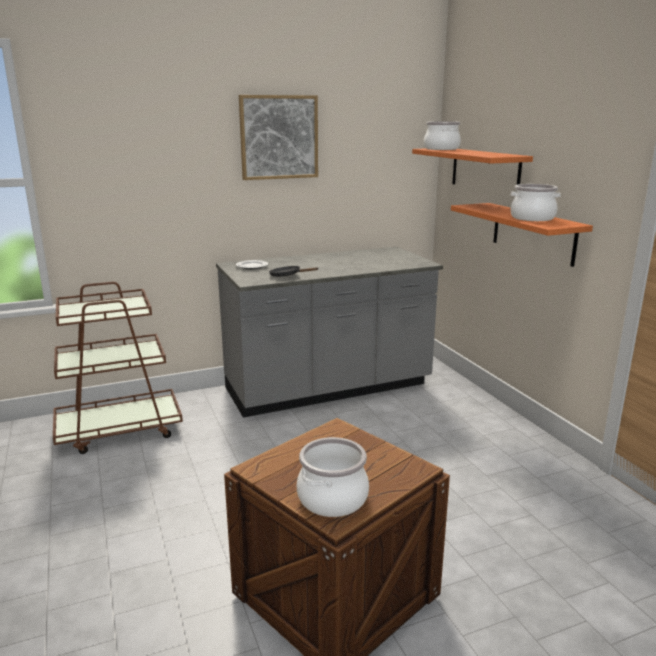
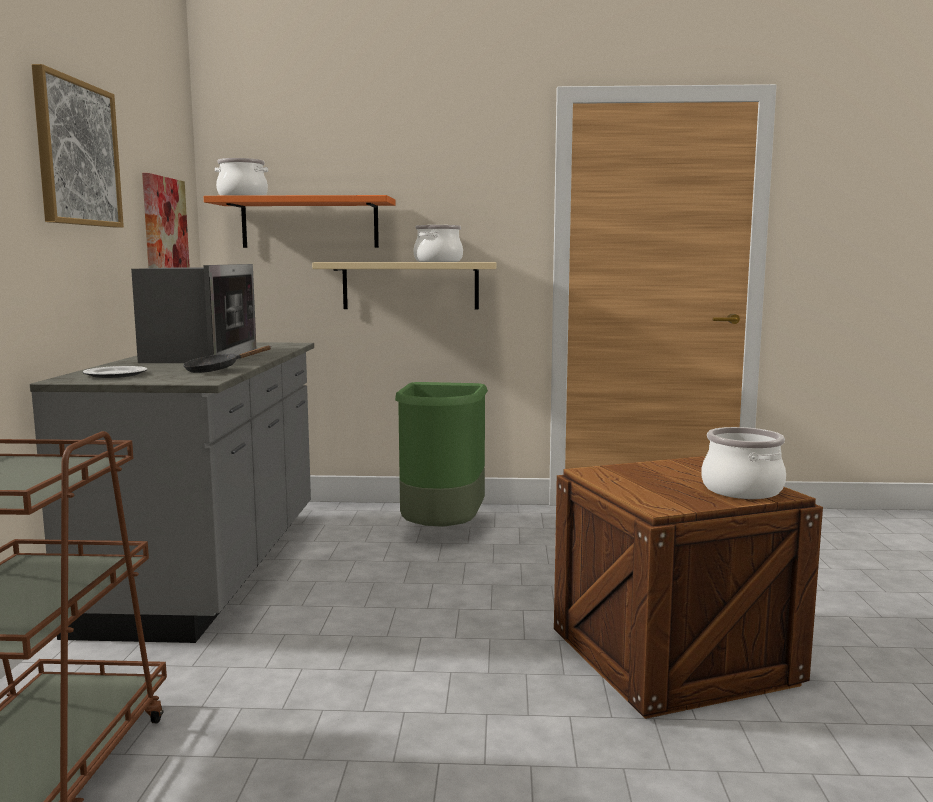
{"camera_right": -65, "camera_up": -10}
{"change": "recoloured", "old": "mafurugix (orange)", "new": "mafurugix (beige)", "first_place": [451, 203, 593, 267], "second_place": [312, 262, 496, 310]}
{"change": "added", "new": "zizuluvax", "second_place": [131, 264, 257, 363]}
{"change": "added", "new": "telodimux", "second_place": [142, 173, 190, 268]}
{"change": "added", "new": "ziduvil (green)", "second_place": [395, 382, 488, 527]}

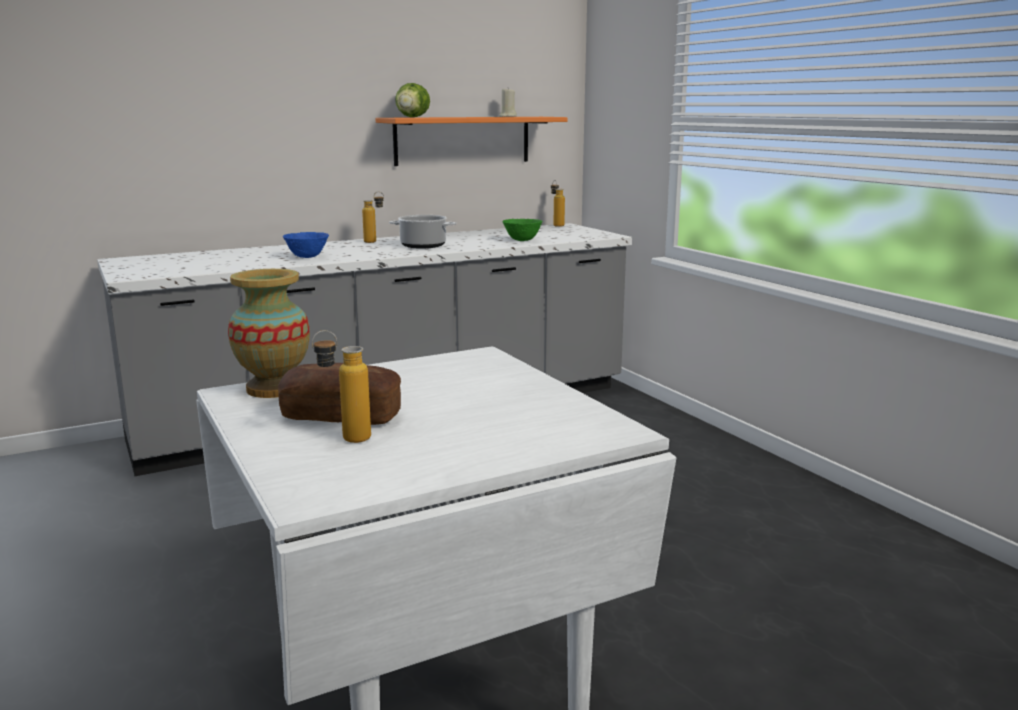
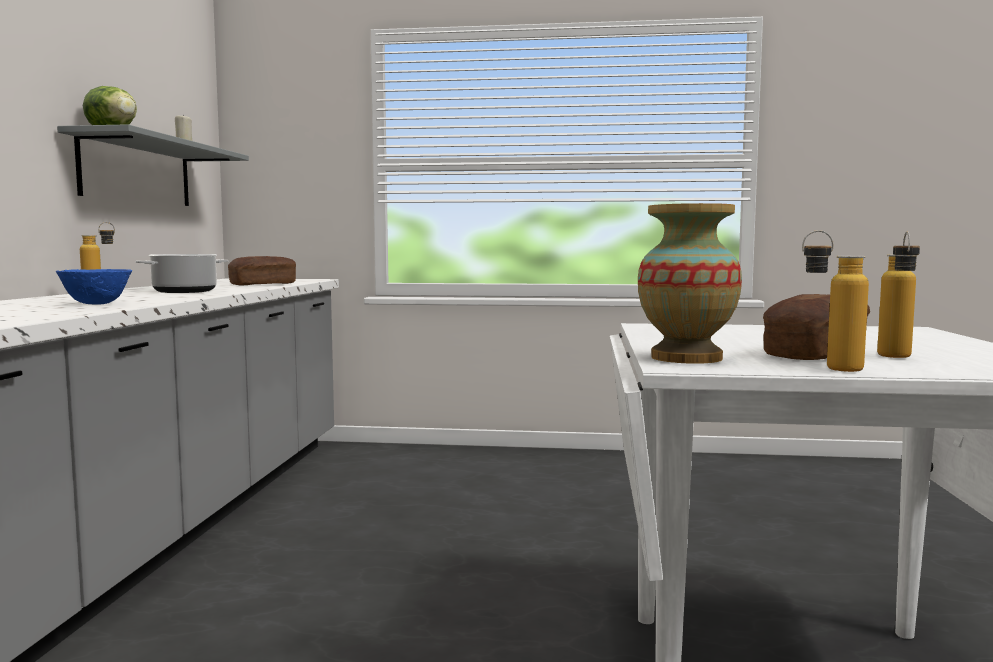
{"camera_right": -55, "camera_up": -10}
{"change": "recoloured", "old": "mafurugix (orange)", "new": "mafurugix (grey)", "first_place": [376, 117, 568, 166], "second_place": [57, 124, 249, 206]}
{"change": "replaced", "old": "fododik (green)", "new": "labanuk", "first_place": [502, 219, 542, 241], "second_place": [228, 256, 296, 286]}
{"change": "moved", "old": "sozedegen", "first_place": [551, 180, 565, 227], "second_place": [802, 230, 869, 372]}

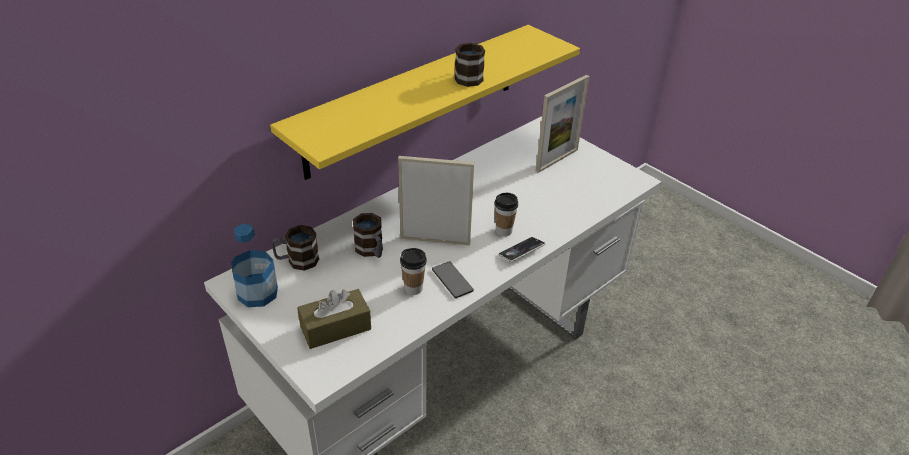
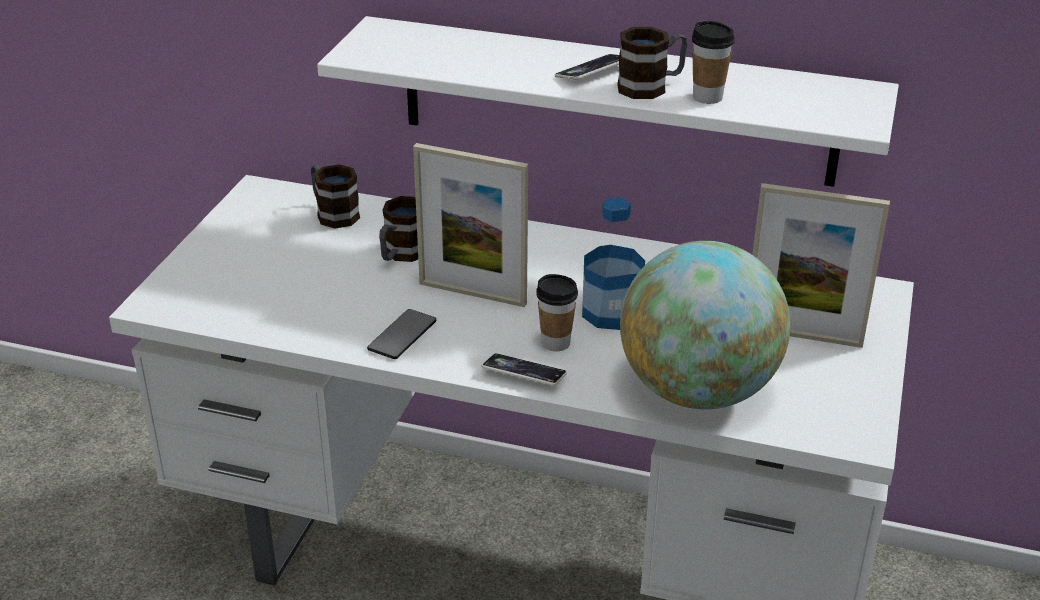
{"camera_right": 60, "camera_up": -5}
{"change": "moved", "old": "sozedegen", "first_place": [231, 224, 278, 307], "second_place": [582, 197, 645, 330]}
{"change": "recoloured", "old": "mafurugix (yellow)", "new": "mafurugix (white)", "first_place": [270, 25, 580, 180], "second_place": [317, 16, 899, 187]}
{"change": "removed", "old": "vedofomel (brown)", "first_place": [297, 289, 371, 349]}
{"change": "turned", "old": "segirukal", "first_place": [398, 156, 474, 245], "second_place": [413, 143, 528, 307], "degrees": 135}
{"change": "moved", "old": "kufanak", "first_place": [400, 248, 427, 295], "second_place": [692, 21, 735, 104]}
{"change": "added", "new": "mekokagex", "second_place": [555, 54, 619, 80]}
{"change": "added", "new": "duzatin", "second_place": [620, 241, 790, 409]}

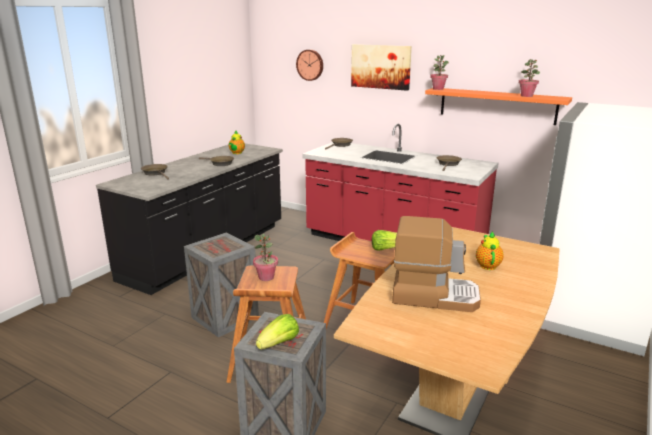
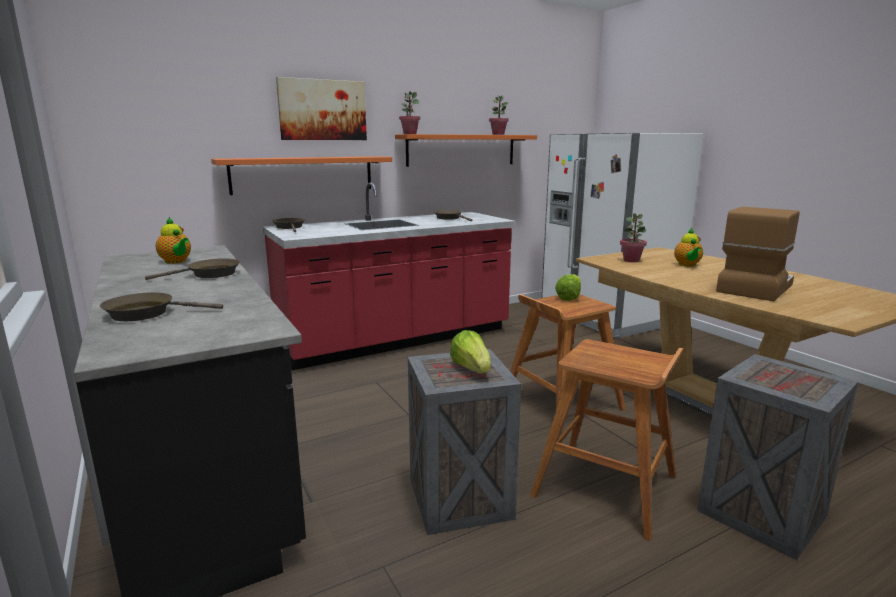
{"camera_right": -60, "camera_up": -5}
{"change": "moved", "old": "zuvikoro", "first_place": [253, 234, 278, 281], "second_place": [620, 213, 647, 262]}
{"change": "moved", "old": "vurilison", "first_place": [256, 314, 299, 350], "second_place": [450, 330, 491, 373]}
{"change": "removed", "old": "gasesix", "first_place": [296, 49, 323, 81]}
{"change": "turned", "old": "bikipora", "first_place": [476, 231, 504, 270], "second_place": [674, 228, 703, 267], "degrees": -120}
{"change": "added", "new": "mafurugix (orange)", "second_place": [211, 156, 392, 195]}

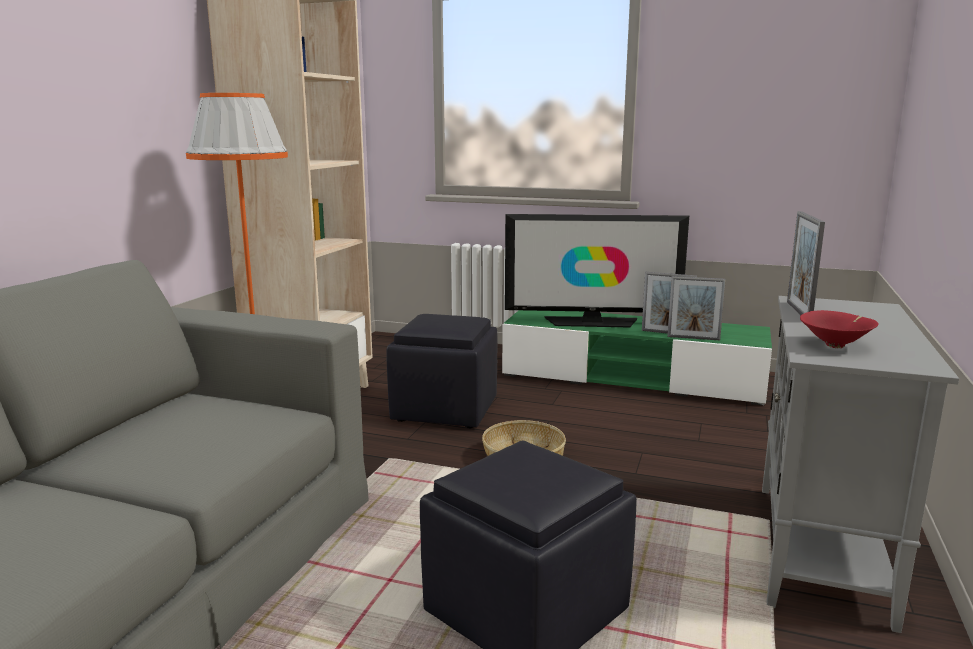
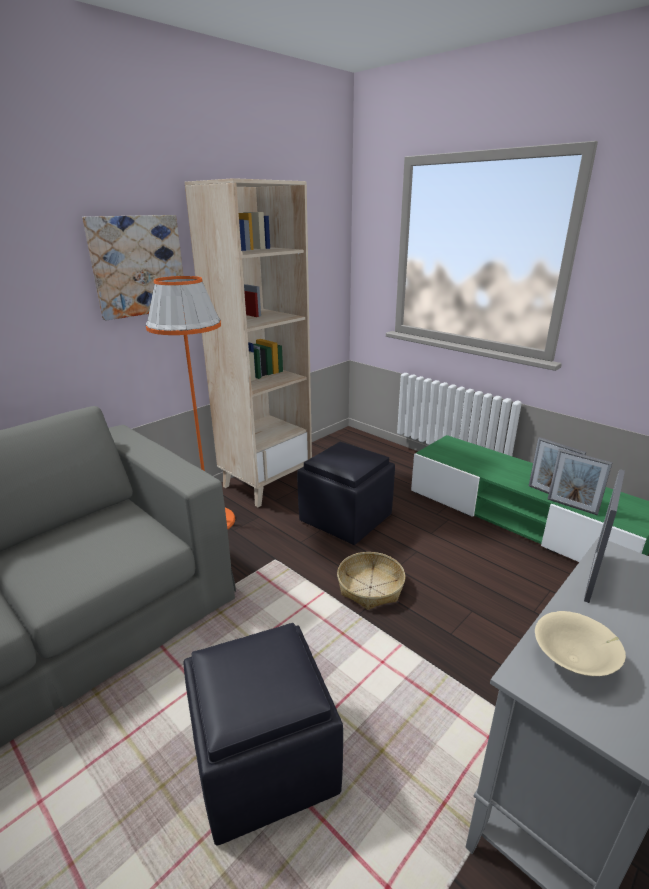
{"camera_right": 25, "camera_up": 10}
{"change": "removed", "old": "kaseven", "first_place": [505, 214, 689, 327]}
{"change": "recoloured", "old": "fododik (red)", "new": "fododik (beige)", "first_place": [800, 310, 879, 348], "second_place": [535, 611, 626, 676]}
{"change": "added", "new": "telodimux", "second_place": [82, 215, 184, 320]}

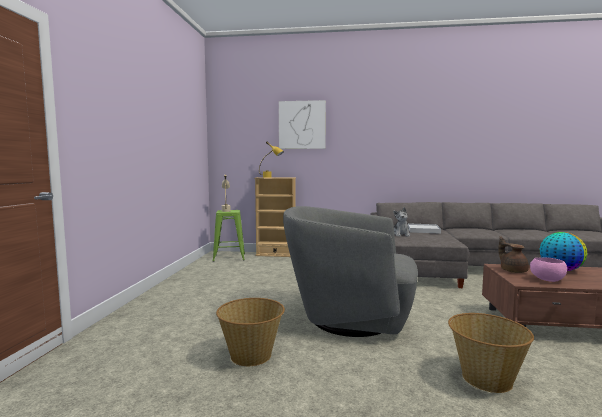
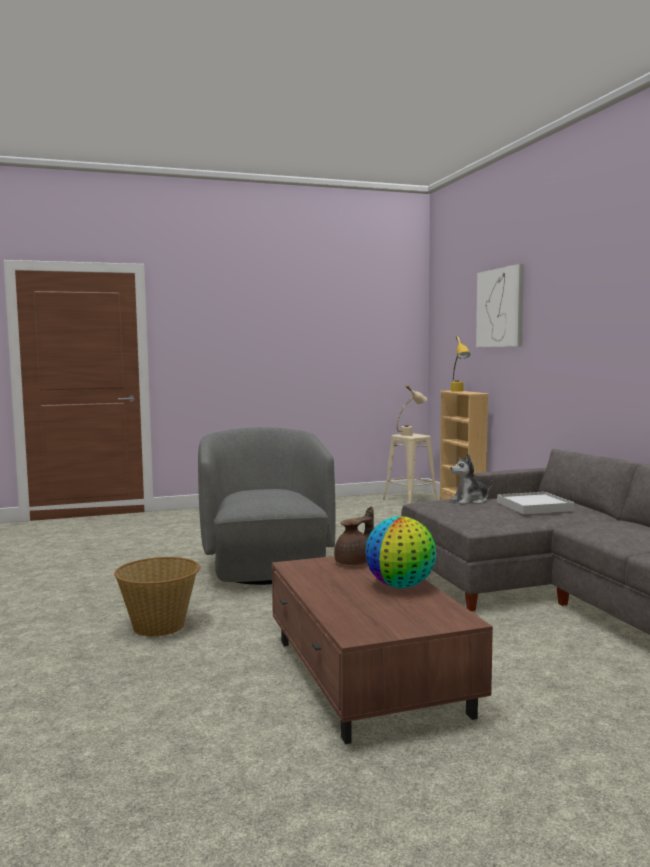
{"camera_right": 65, "camera_up": 0}
{"change": "recoloured", "old": "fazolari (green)", "new": "fazolari (beige)", "first_place": [213, 210, 245, 262], "second_place": [383, 433, 438, 504]}
{"change": "removed", "old": "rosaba", "first_place": [216, 298, 285, 366]}
{"change": "removed", "old": "fododik (pink)", "first_place": [530, 258, 567, 282]}

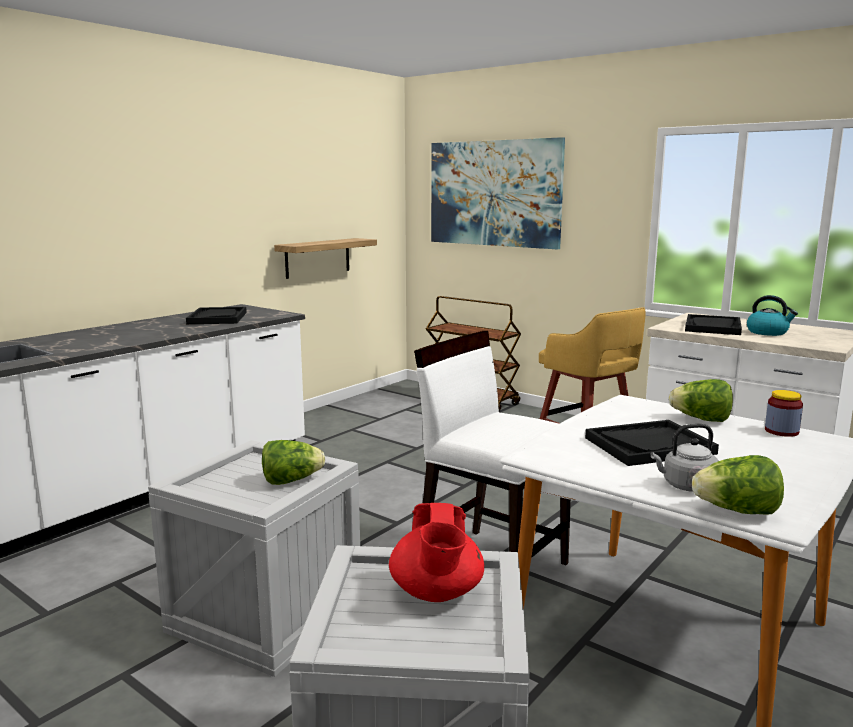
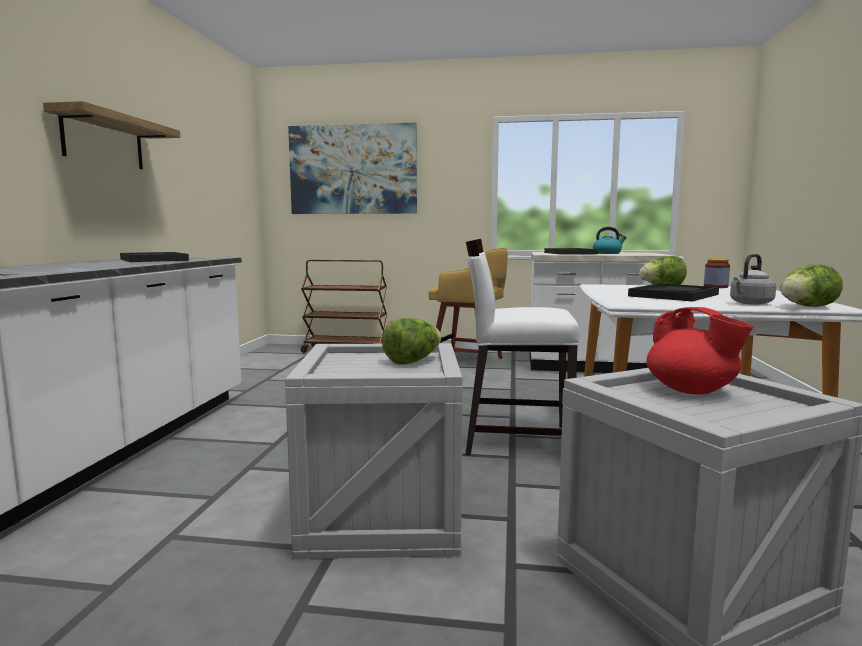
{"camera_right": -30, "camera_up": -5}
{"change": "moved", "old": "mafurugix", "first_place": [274, 238, 377, 279], "second_place": [43, 101, 181, 169]}

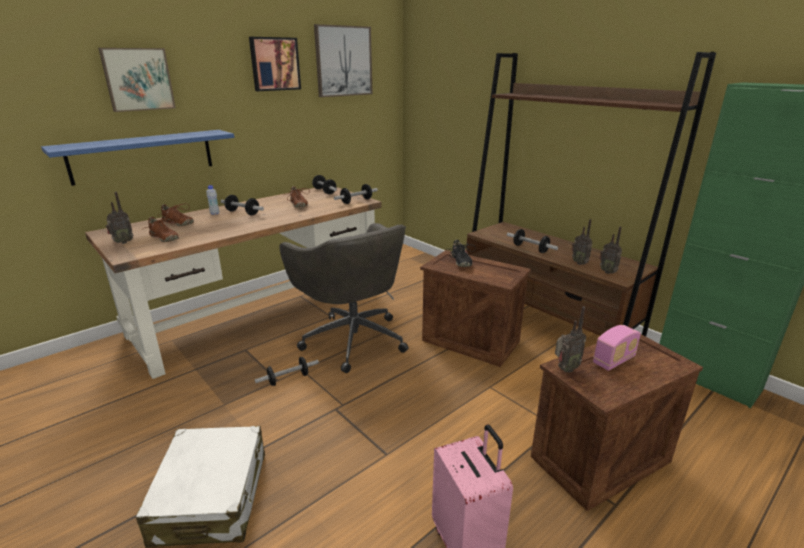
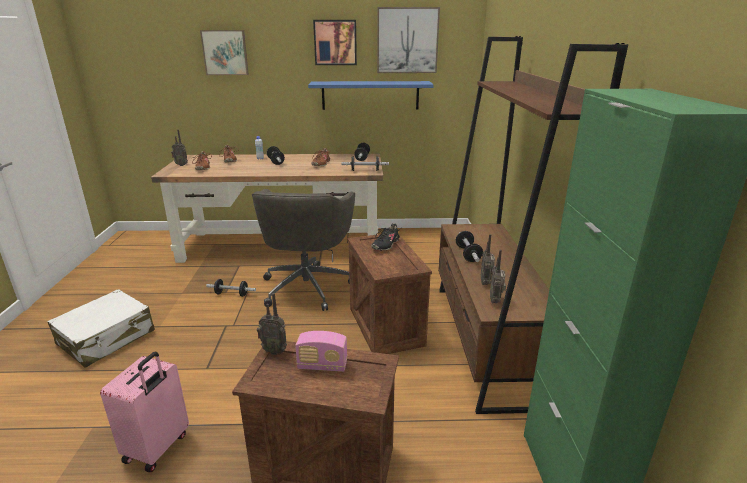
{"camera_right": 40, "camera_up": 0}
{"change": "moved", "old": "mafurugix (blue)", "first_place": [41, 130, 234, 186], "second_place": [308, 81, 434, 110]}

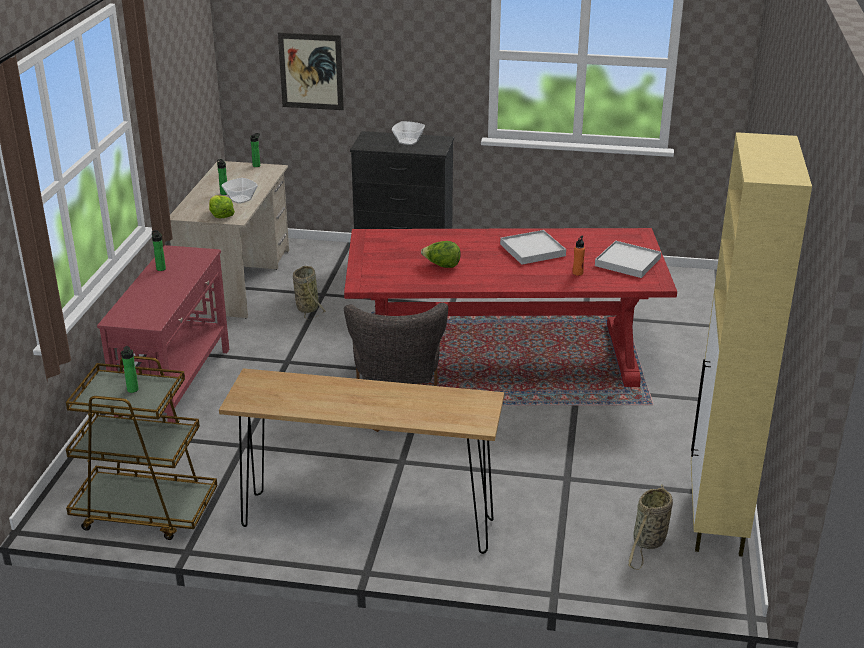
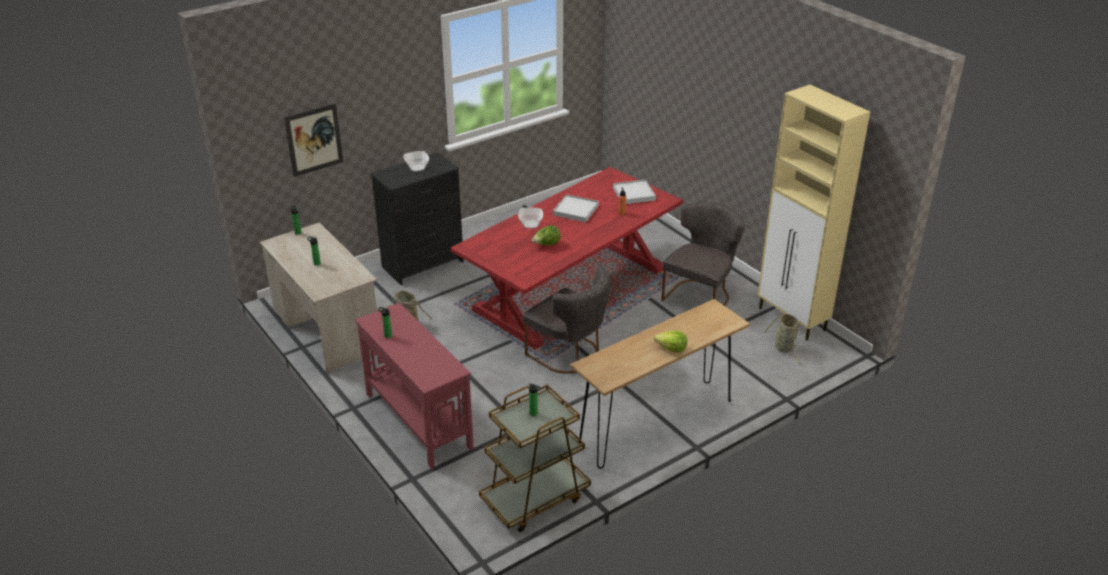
{"camera_right": -45, "camera_up": 5}
{"change": "moved", "old": "vurilison", "first_place": [209, 195, 235, 219], "second_place": [654, 331, 687, 353]}
{"change": "moved", "old": "fododik", "first_place": [222, 178, 258, 204], "second_place": [518, 207, 543, 229]}
{"change": "added", "new": "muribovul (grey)", "second_place": [662, 201, 745, 306]}

